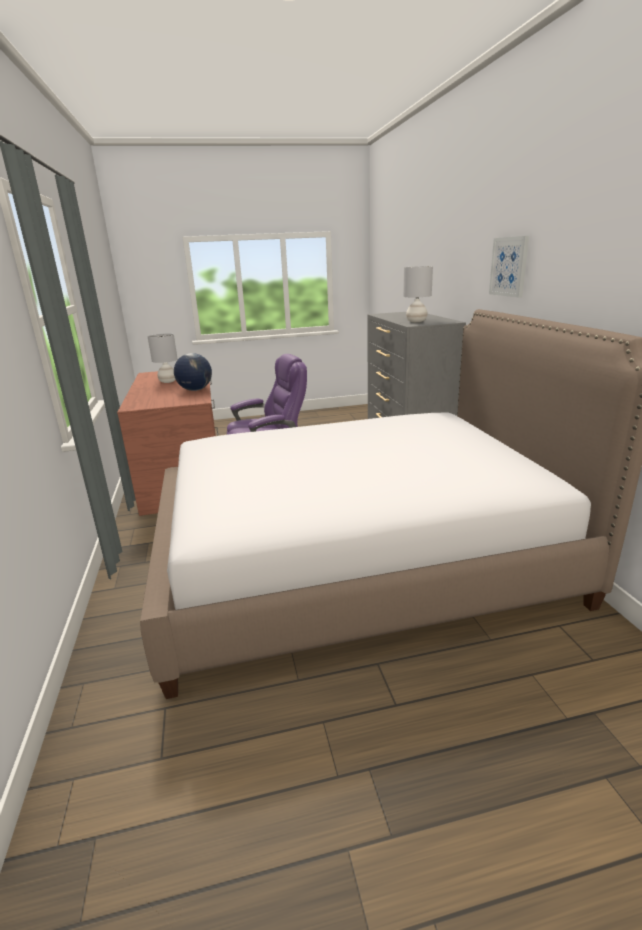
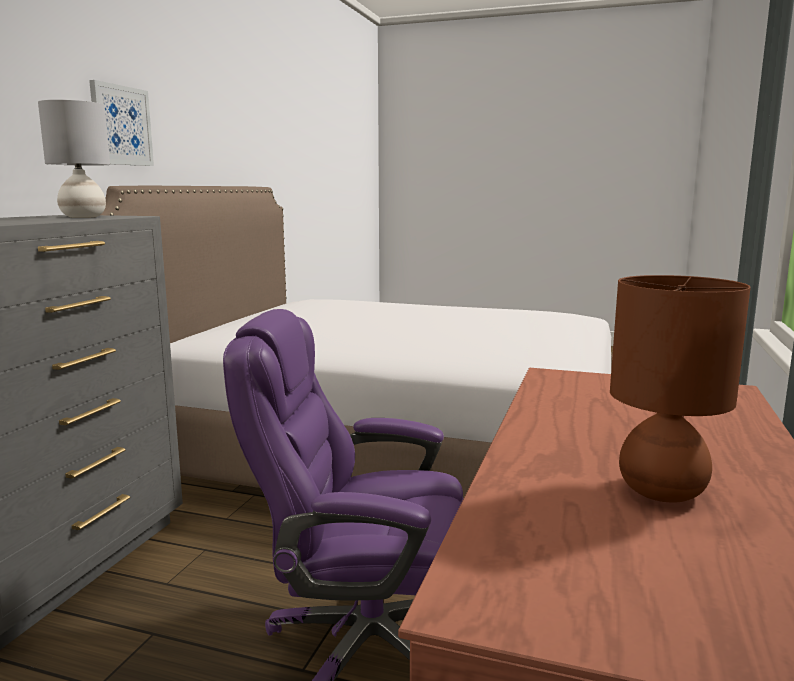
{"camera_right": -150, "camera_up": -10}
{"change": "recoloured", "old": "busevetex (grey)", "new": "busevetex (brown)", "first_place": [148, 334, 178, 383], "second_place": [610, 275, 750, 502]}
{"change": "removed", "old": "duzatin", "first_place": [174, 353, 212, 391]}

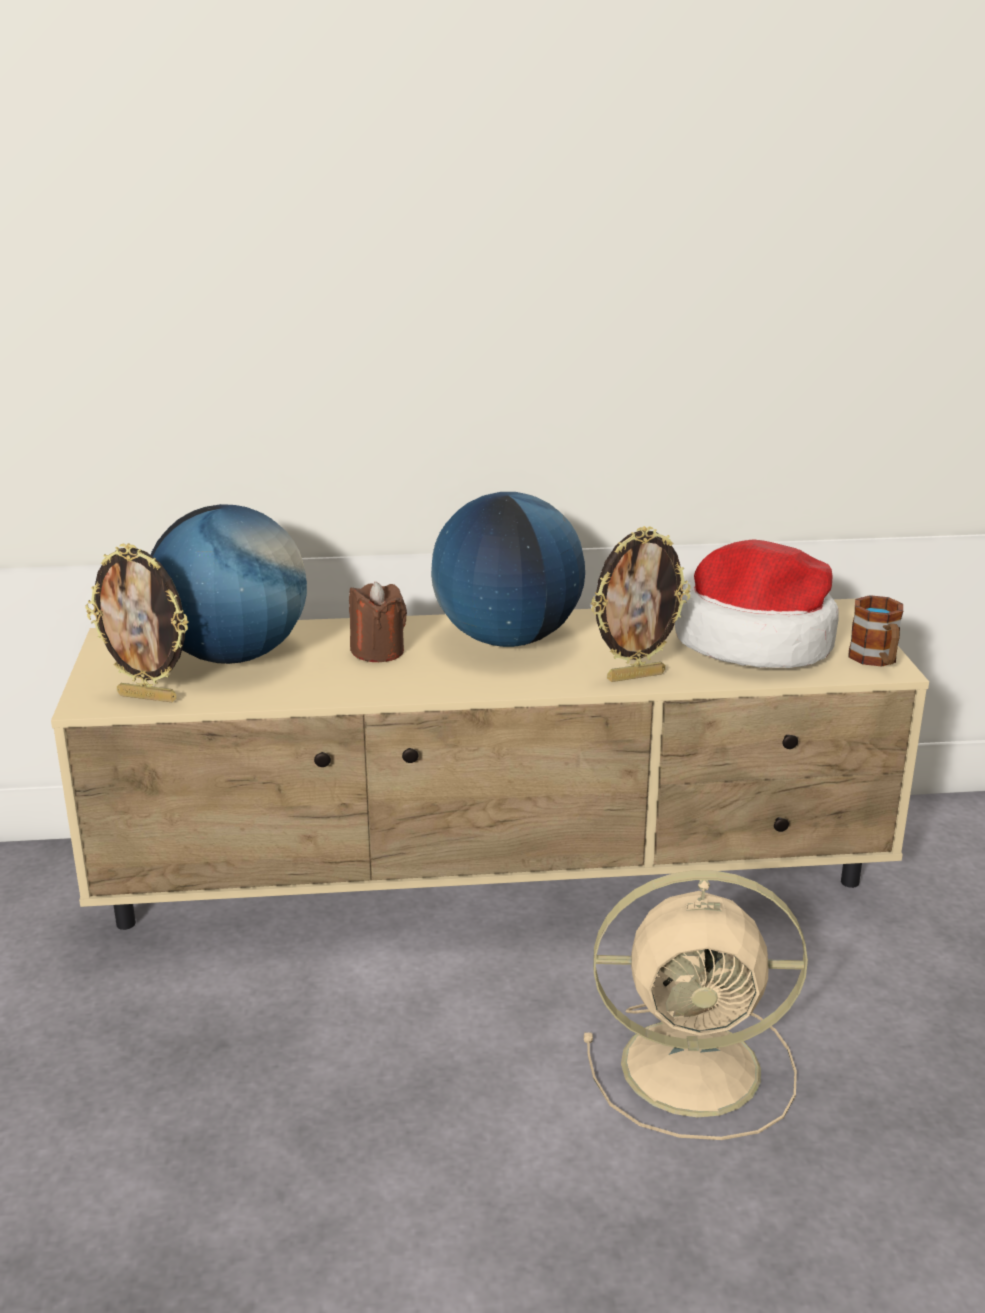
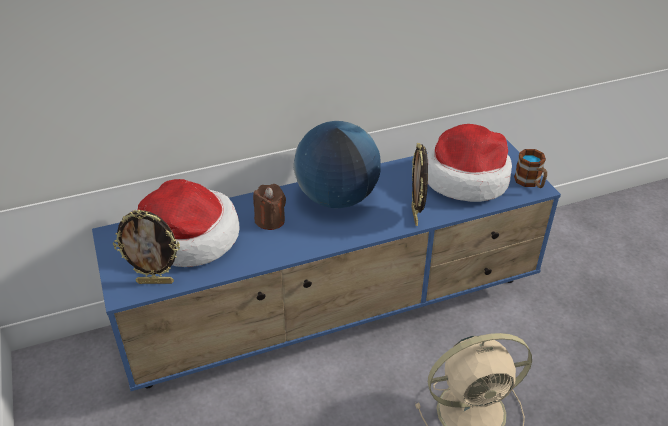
{"camera_right": -15, "camera_up": 15}
{"change": "recoloured", "old": "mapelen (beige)", "new": "mapelen (blue)", "first_place": [51, 599, 929, 930], "second_place": [92, 139, 561, 391]}
{"change": "replaced", "old": "duzatin", "new": "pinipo", "first_place": [151, 504, 307, 664], "second_place": [133, 179, 239, 267]}
{"change": "turned", "old": "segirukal", "first_place": [591, 526, 691, 682], "second_place": [411, 143, 428, 226], "degrees": 120}

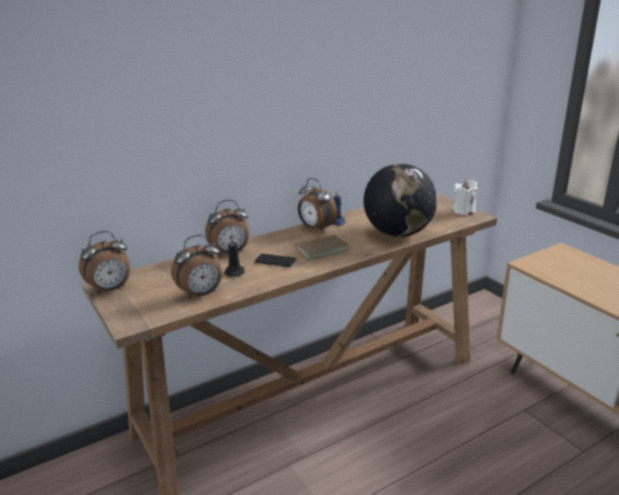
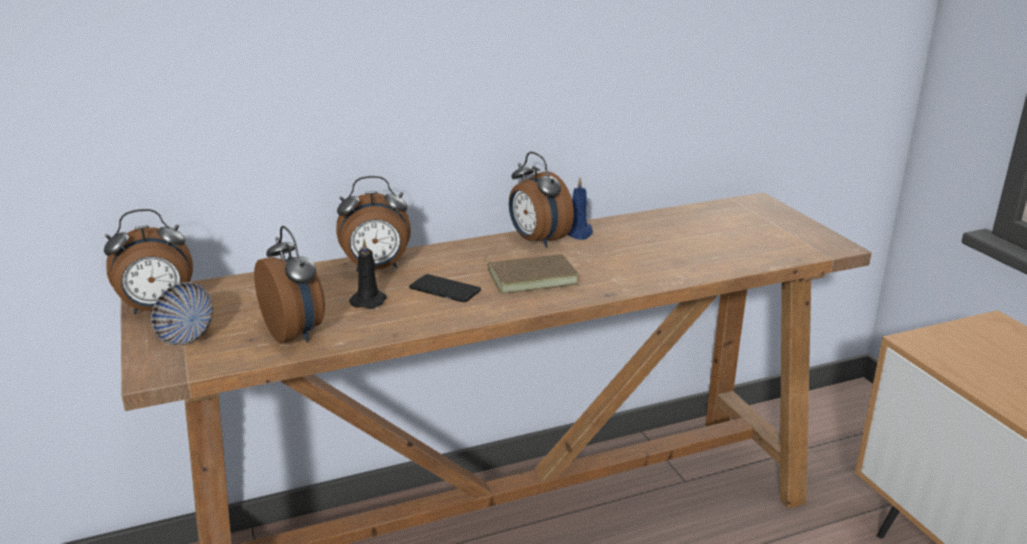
{"camera_right": 10, "camera_up": 0}
{"change": "turned", "old": "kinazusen", "first_place": [171, 235, 222, 299], "second_place": [254, 226, 325, 343], "degrees": -105}
{"change": "removed", "old": "duzatin", "first_place": [363, 163, 437, 237]}
{"change": "removed", "old": "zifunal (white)", "first_place": [453, 180, 477, 215]}
{"change": "added", "new": "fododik", "second_place": [151, 282, 213, 345]}

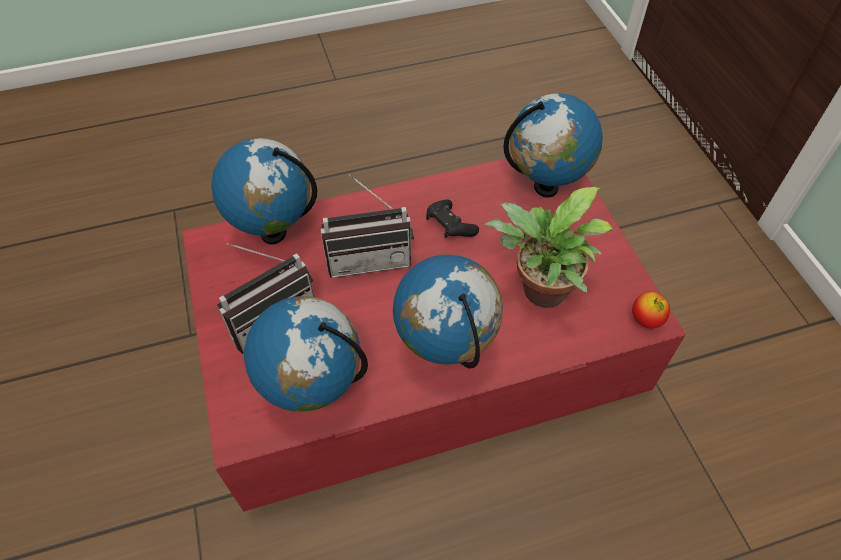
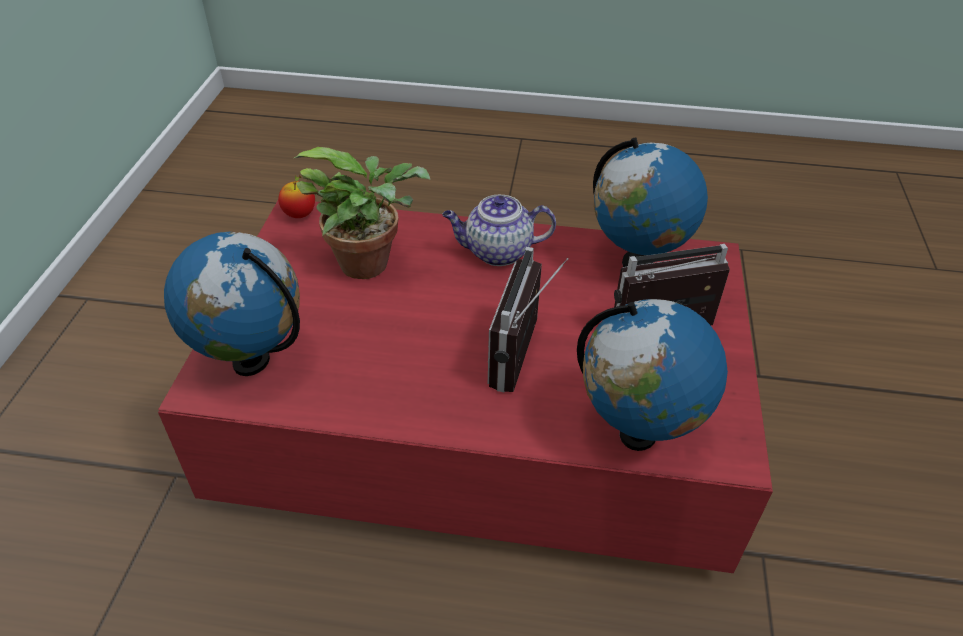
{"camera_right": -155, "camera_up": -10}
{"change": "turned", "old": "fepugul", "first_place": [320, 174, 414, 278], "second_place": [488, 247, 568, 392], "degrees": -90}
{"change": "replaced", "old": "duzatin", "new": "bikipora", "first_place": [393, 255, 503, 368], "second_place": [442, 195, 556, 266]}
{"change": "removed", "old": "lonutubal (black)", "first_place": [426, 199, 479, 238]}

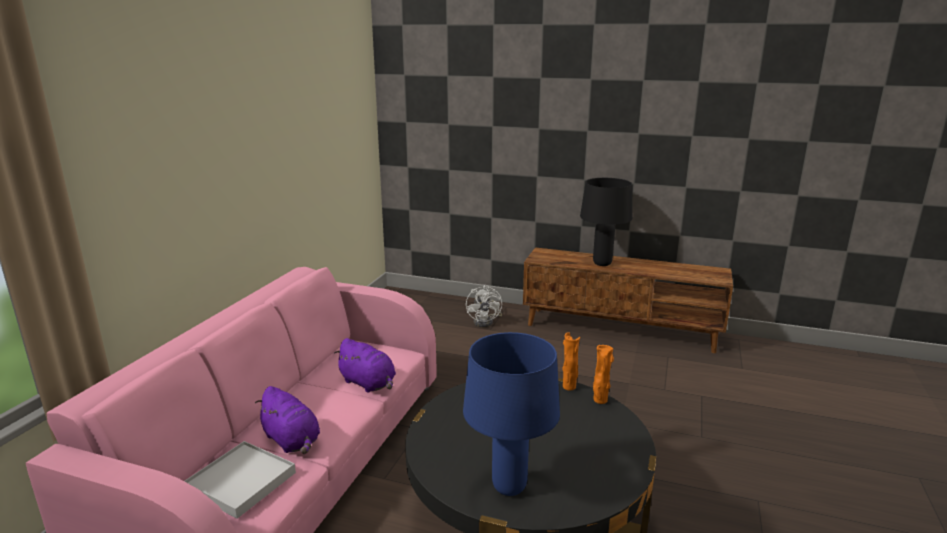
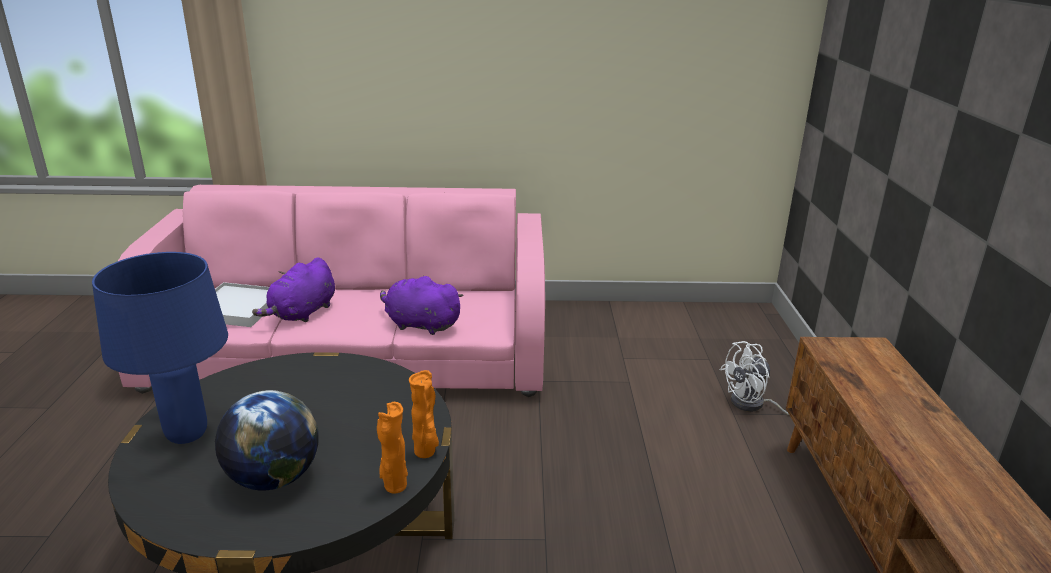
{"camera_right": 70, "camera_up": 5}
{"change": "turned", "old": "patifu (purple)", "first_place": [334, 338, 396, 393], "second_place": [380, 275, 464, 335], "degrees": 90}
{"change": "removed", "old": "busevetex (black)", "first_place": [580, 178, 632, 266]}
{"change": "added", "new": "duzatin", "second_place": [215, 390, 318, 490]}

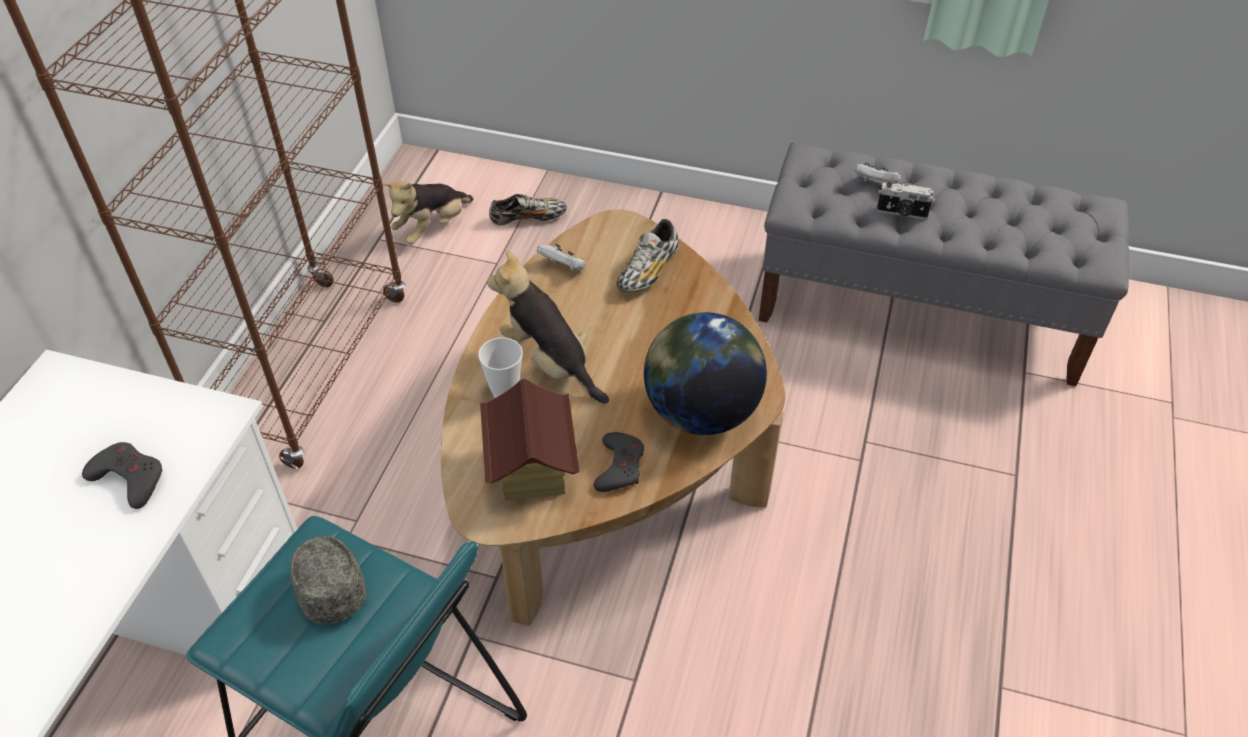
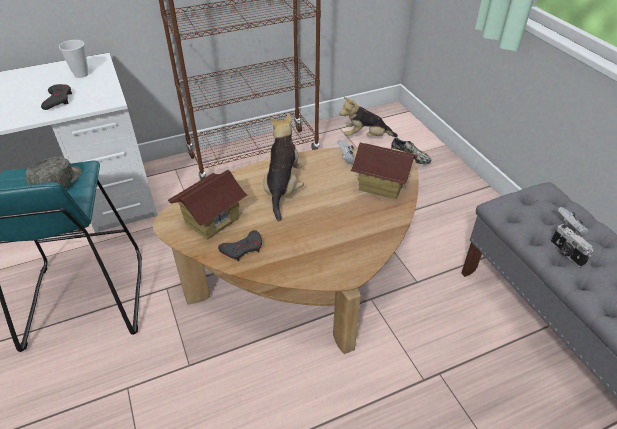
{"camera_right": 50, "camera_up": -5}
{"change": "moved", "old": "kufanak", "first_place": [478, 337, 523, 398], "second_place": [59, 40, 88, 78]}
{"change": "replaced", "old": "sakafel", "new": "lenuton", "first_place": [617, 219, 679, 292], "second_place": [351, 143, 418, 200]}
{"change": "removed", "old": "duzatin", "first_place": [644, 312, 767, 435]}

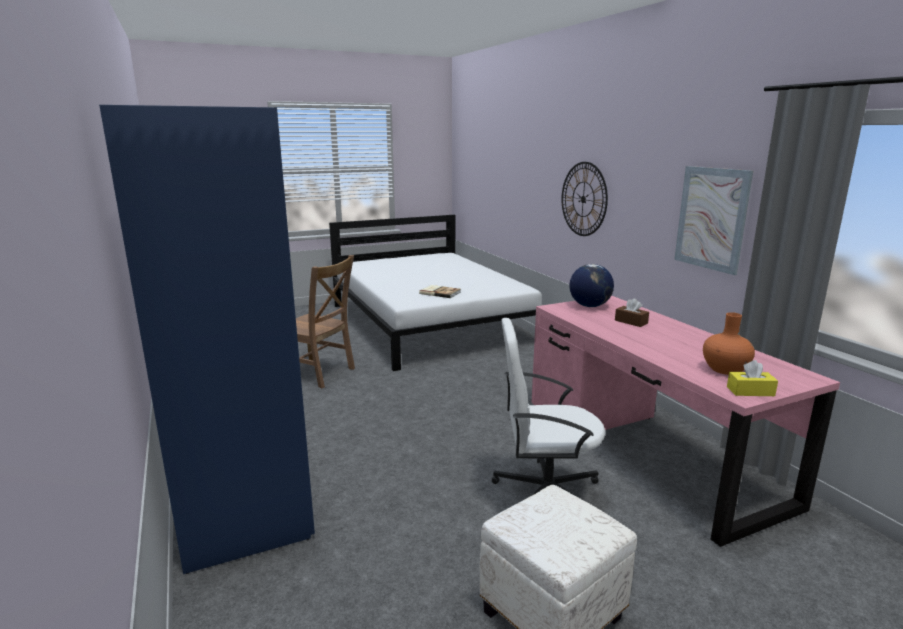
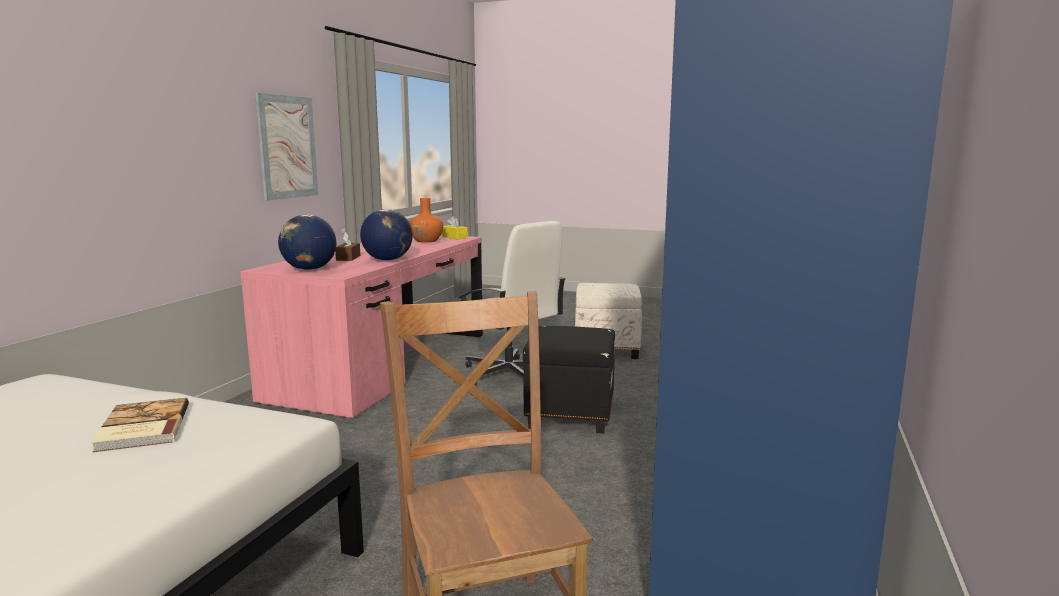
{"camera_right": -135, "camera_up": -5}
{"change": "removed", "old": "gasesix", "first_place": [562, 162, 608, 236]}
{"change": "added", "new": "duzatin", "second_place": [360, 209, 413, 261]}
{"change": "added", "new": "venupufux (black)", "second_place": [523, 326, 615, 434]}

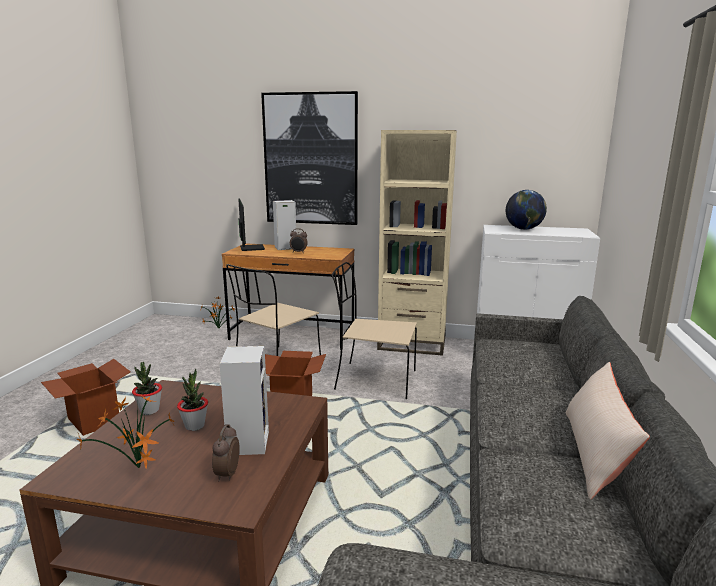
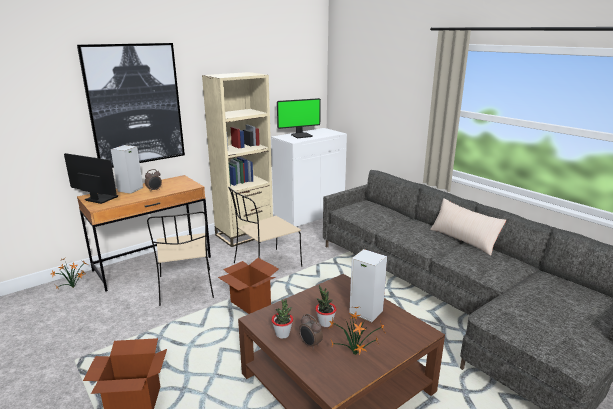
{"camera_right": -50, "camera_up": 5}
{"change": "moved", "old": "kinazusen", "first_place": [212, 424, 240, 481], "second_place": [299, 314, 323, 350]}
{"change": "replaced", "old": "duzatin", "new": "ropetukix", "first_place": [506, 190, 547, 230], "second_place": [277, 98, 321, 138]}

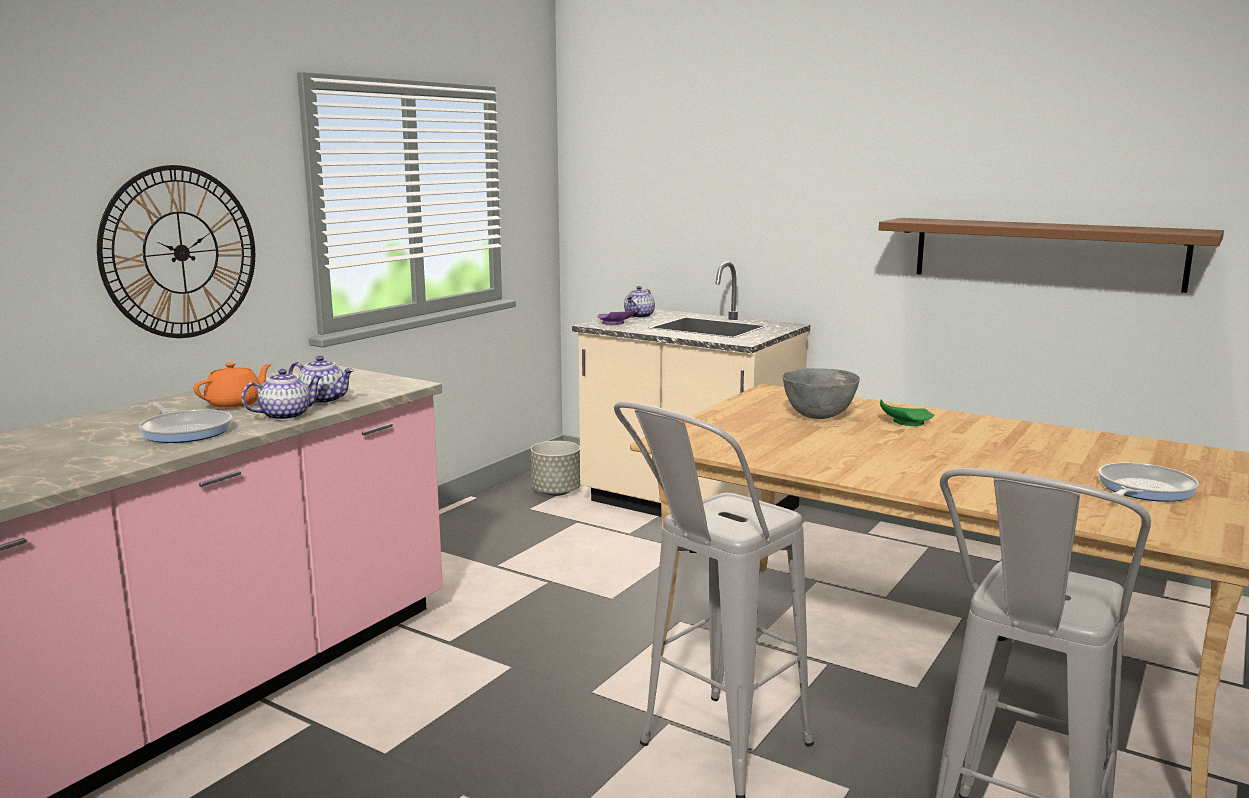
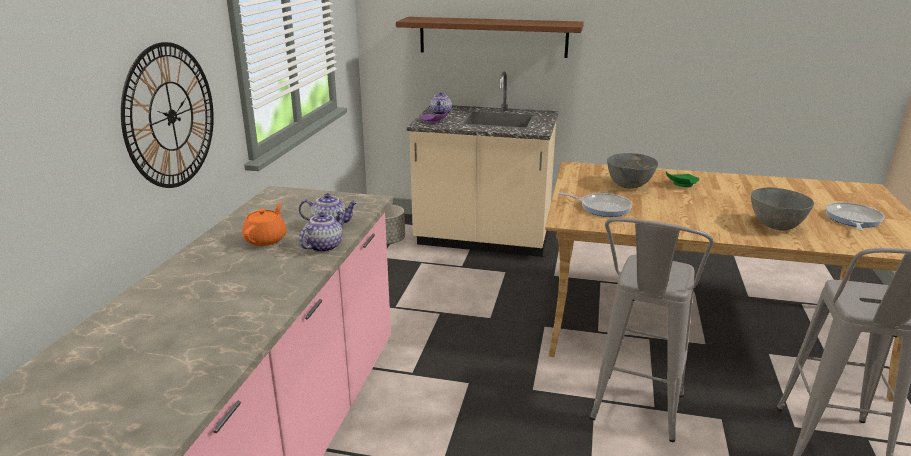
{"camera_right": -20, "camera_up": 10}
{"change": "moved", "old": "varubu", "first_place": [138, 402, 232, 443], "second_place": [558, 192, 632, 217]}
{"change": "moved", "old": "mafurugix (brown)", "first_place": [879, 218, 1224, 293], "second_place": [396, 17, 584, 58]}
{"change": "added", "new": "fododik (grey)", "second_place": [751, 187, 814, 230]}

